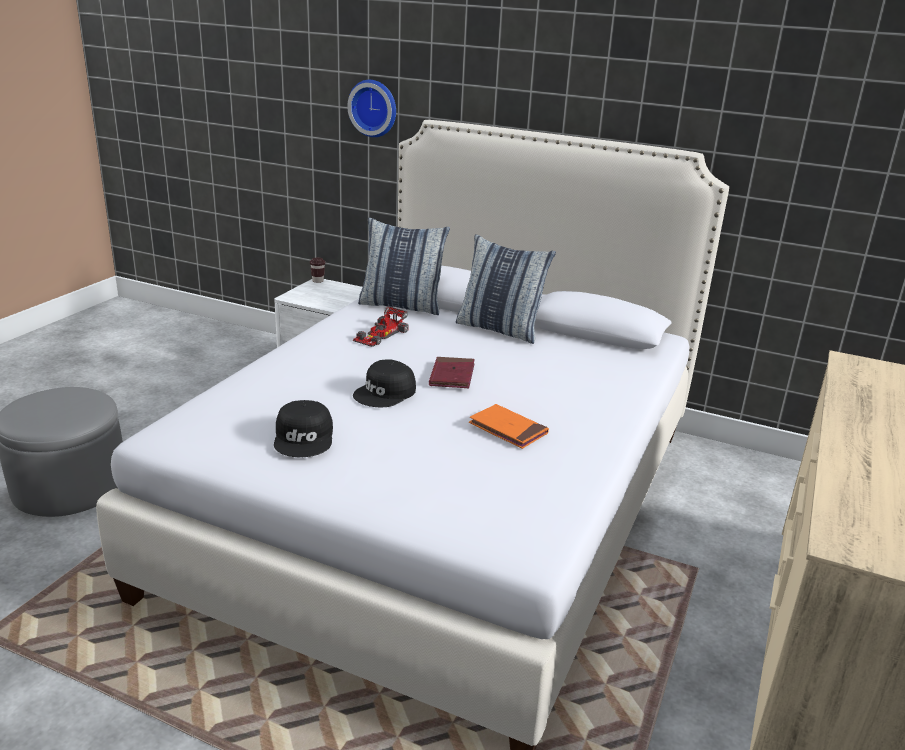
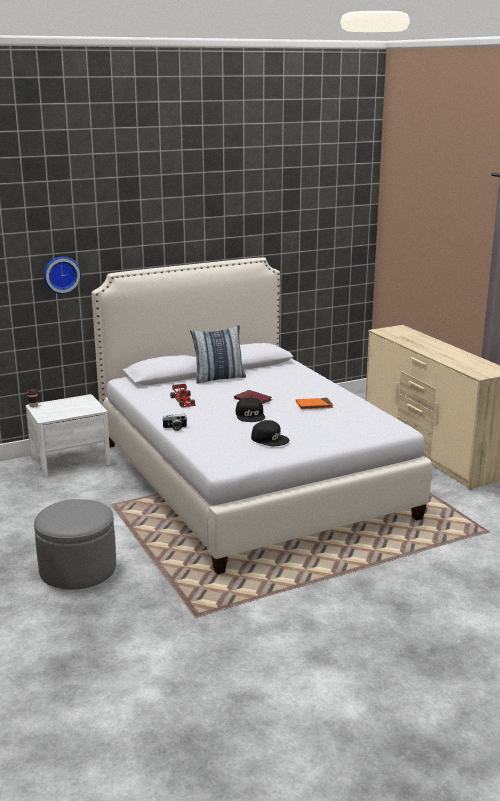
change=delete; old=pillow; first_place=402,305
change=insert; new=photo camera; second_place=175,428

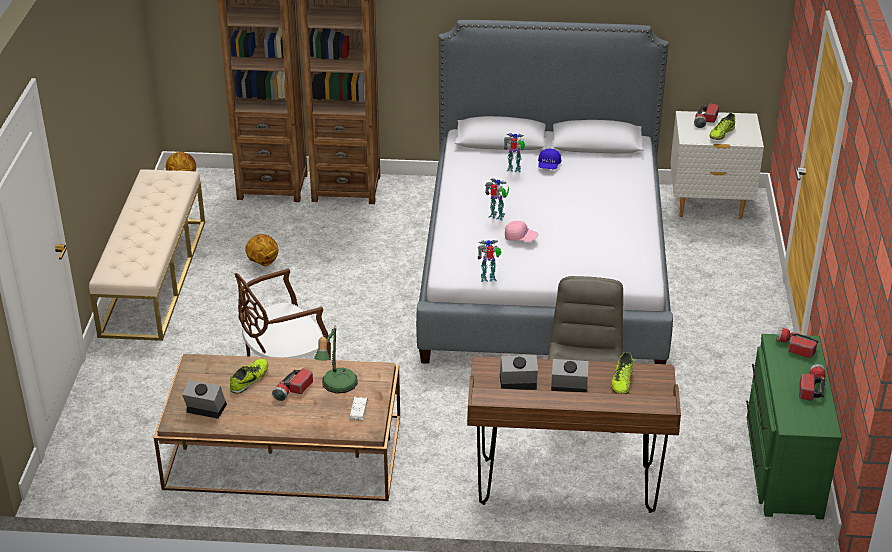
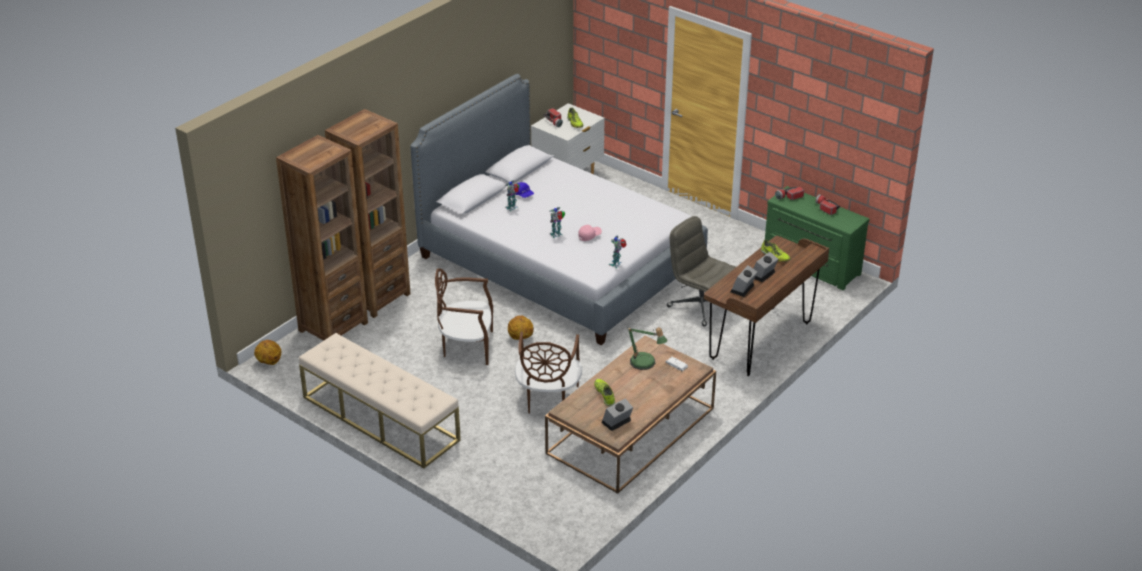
change=delete; old=flashlight; first_place=293,390
change=insert; new=brown chair; second_place=467,347
change=move; old=basketball; first_place=262,262; second_place=520,337

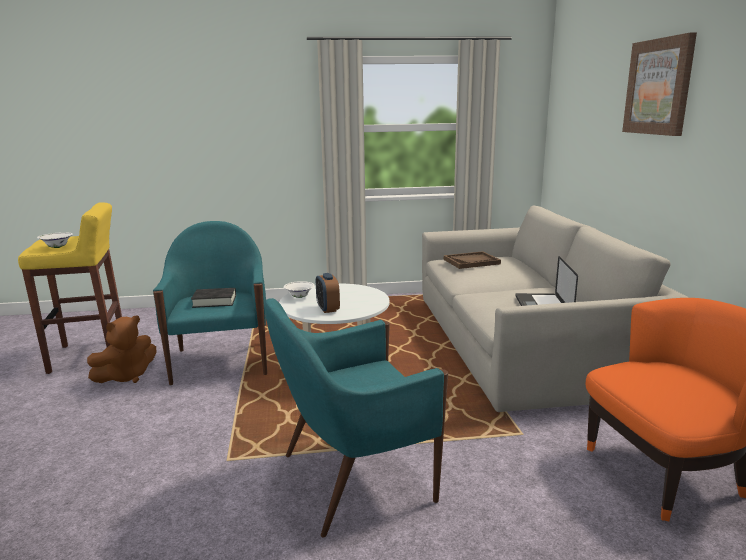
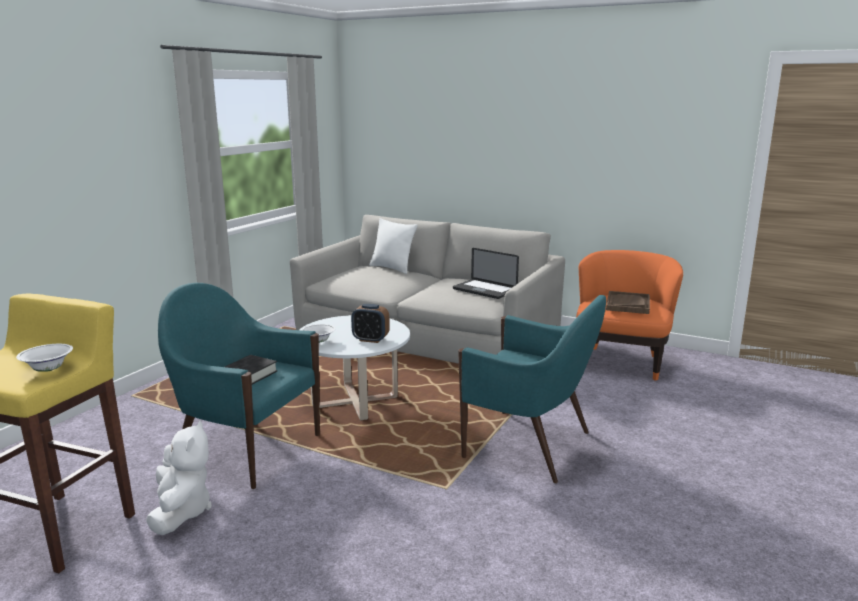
change=delete; old=picture; first_place=659,87
change=insert; new=white pillow; second_place=392,268
change=move; old=brown tray; first_place=471,261; second_place=627,304
change=recolor; old=brown plush toy; new=white plush toy; first_place=127,376; second_place=181,512
change=rotate; old=turquoise armchair; first_place=353,478; second_place=530,446; degrees=-75

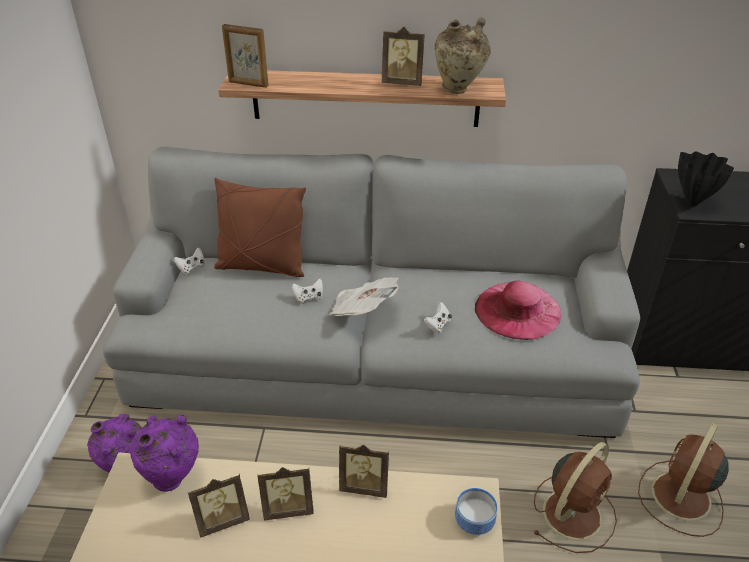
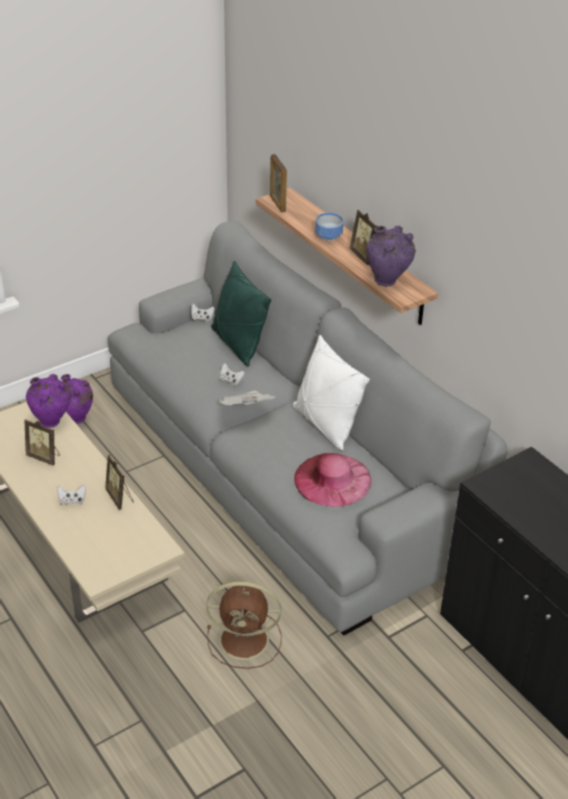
change=delete; old=picture frame; first_place=288,508
change=delete; old=brown fan; first_place=680,498
change=delete; old=black vase; first_place=692,204
change=insert; new=white pillow; second_place=325,424
change=move; old=white game controller; first_place=438,325; second_place=72,501
change=move; old=bowl; first_place=475,523; second_place=328,237
change=recolor; old=brown pillow; new=green pillow; first_place=262,266; second_place=238,344
change=recolor; old=beige vase; new=purple vase; first_place=458,90; second_place=387,282

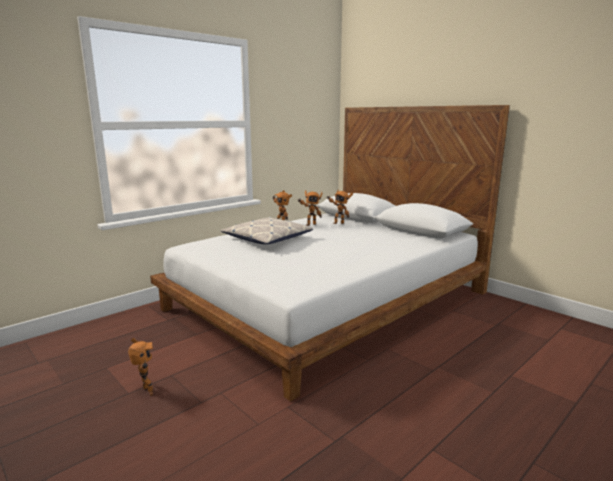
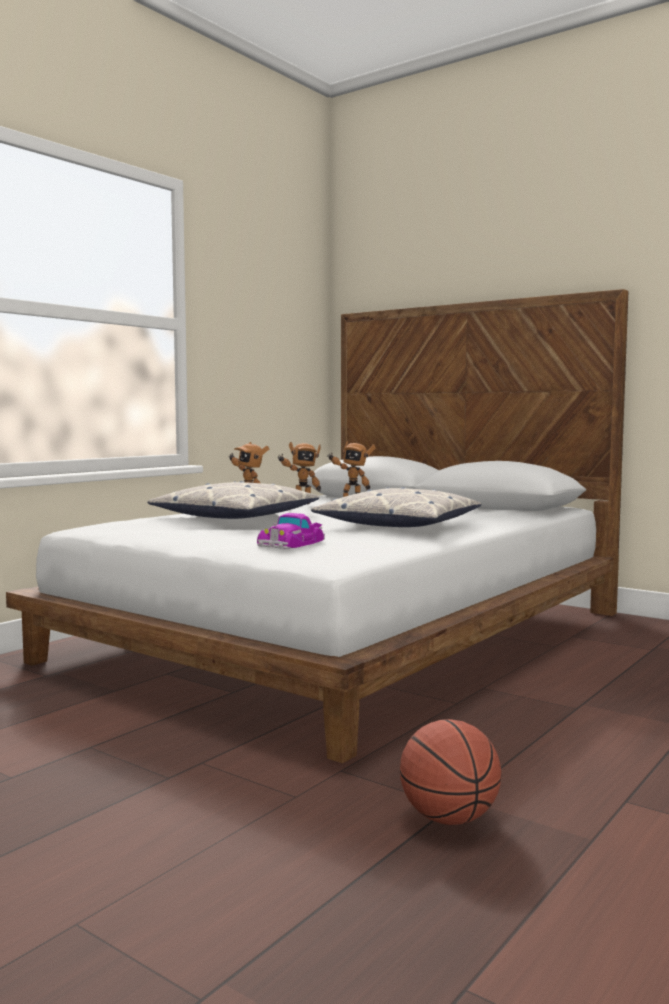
change=delete; old=toy robot; first_place=145,392
change=insert; new=toy car; second_place=292,543
change=insert; new=pillow; second_place=399,524
change=insert; new=basketball; second_place=449,819

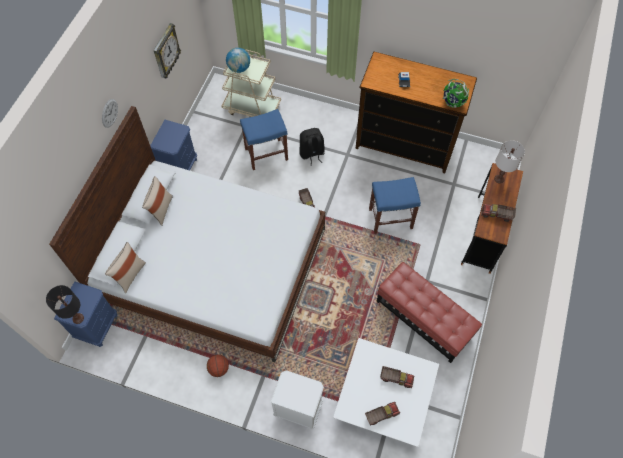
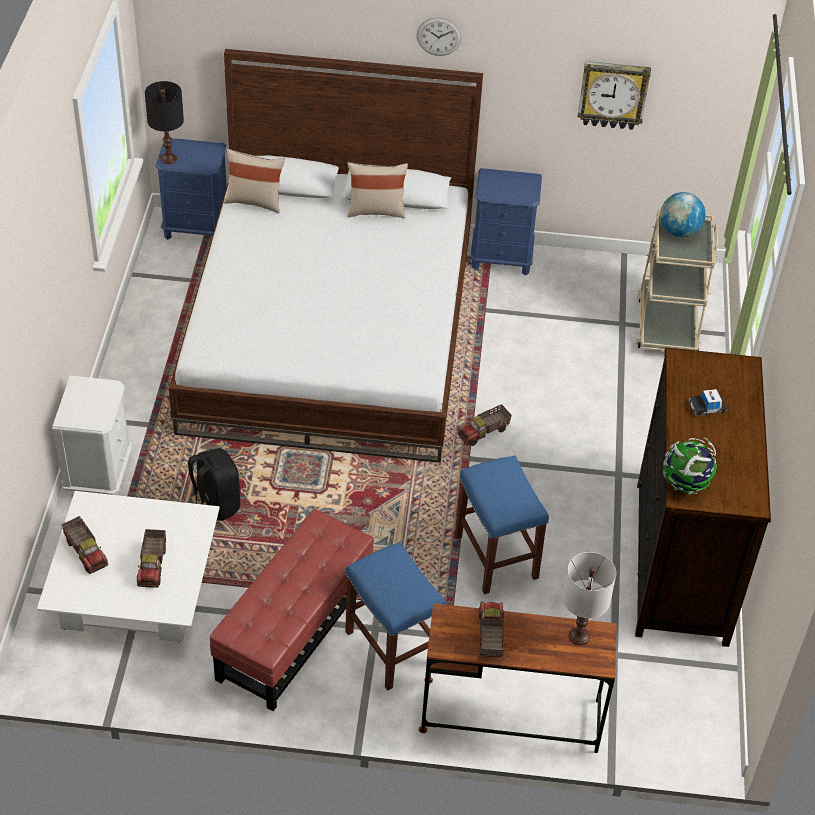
change=delete; old=basketball; first_place=219,368
change=move; old=blue stool; first_place=266,154; second_place=393,648
change=move; old=black backpack; first_place=311,154; second_place=215,504

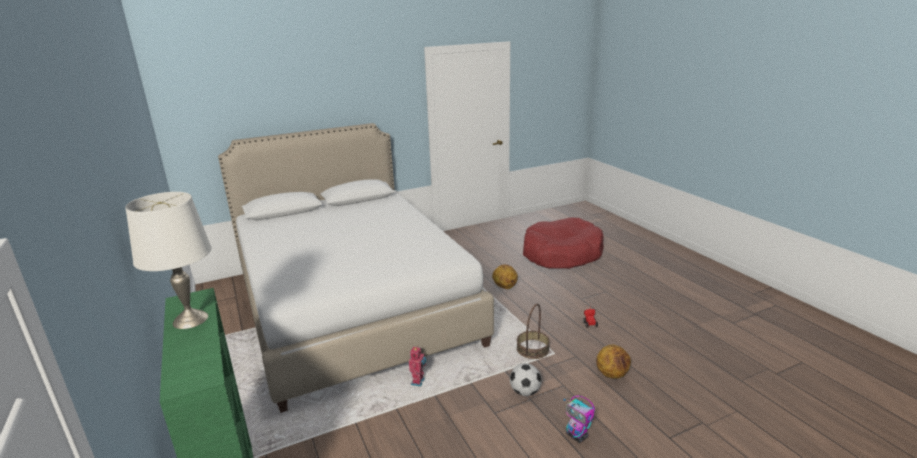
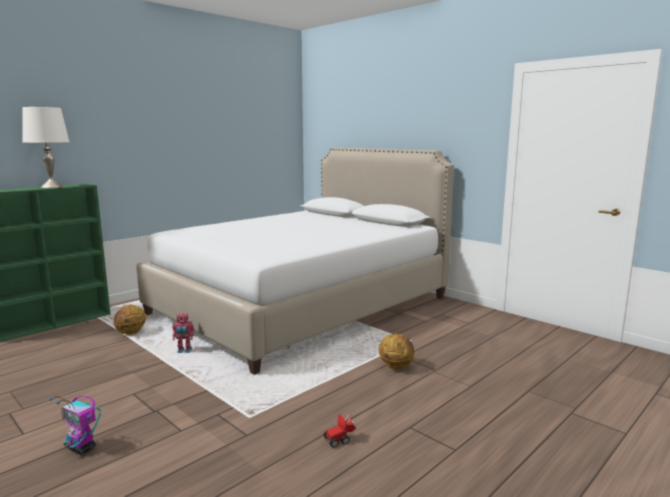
change=delete; old=football; first_place=525,392
change=delete; old=basket; first_place=533,349
change=delete; old=red dog bed; first_place=561,254
change=move; old=basketball; first_place=612,374; second_place=131,333
change=rotate; old=toy robot; first_place=577,436; second_place=82,448; degrees=-90

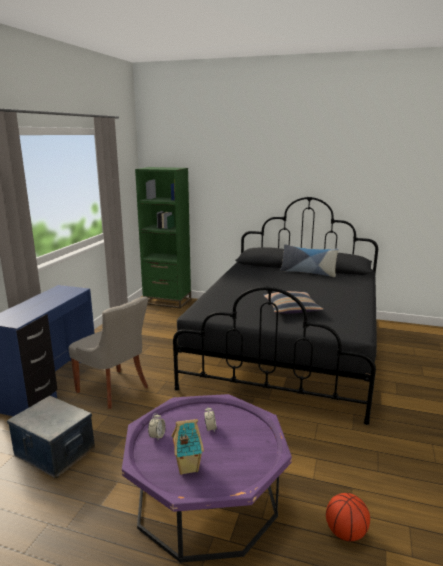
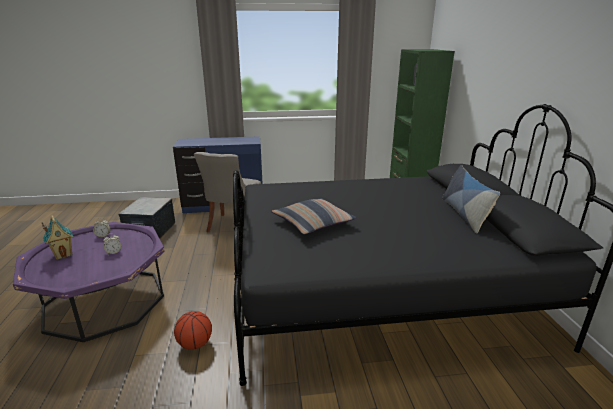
change=move; old=basketball; first_place=345,533; second_place=195,344

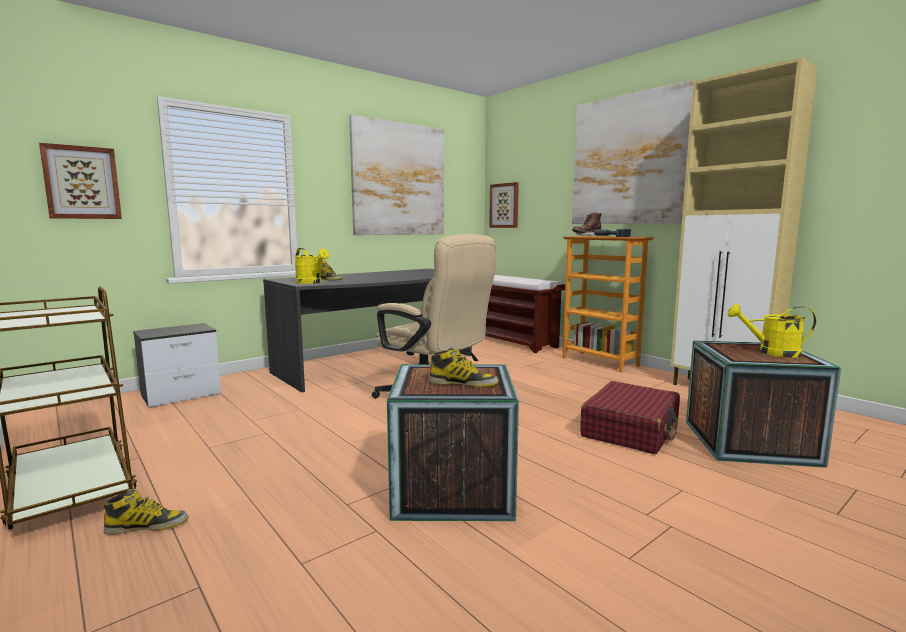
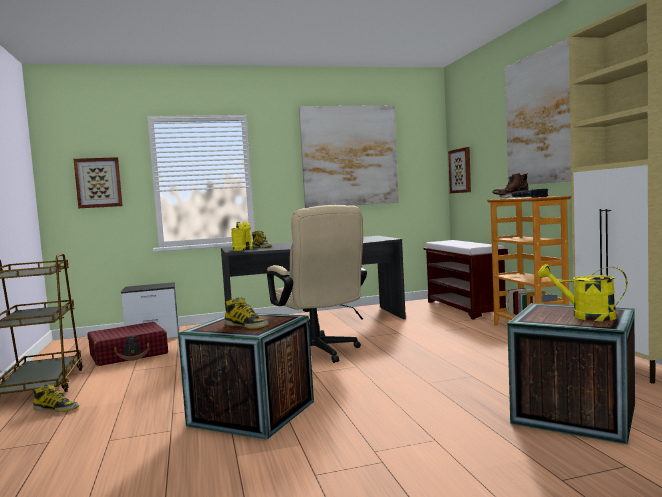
change=move; old=red suitcase; first_place=631,430; second_place=129,354

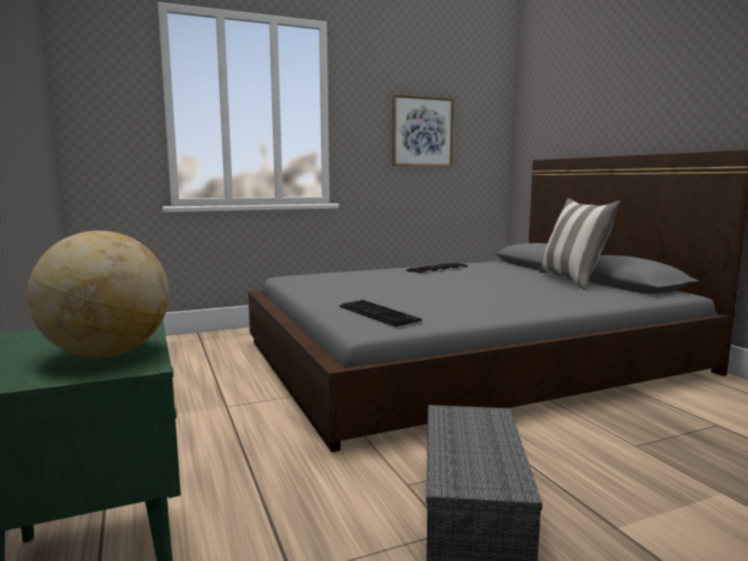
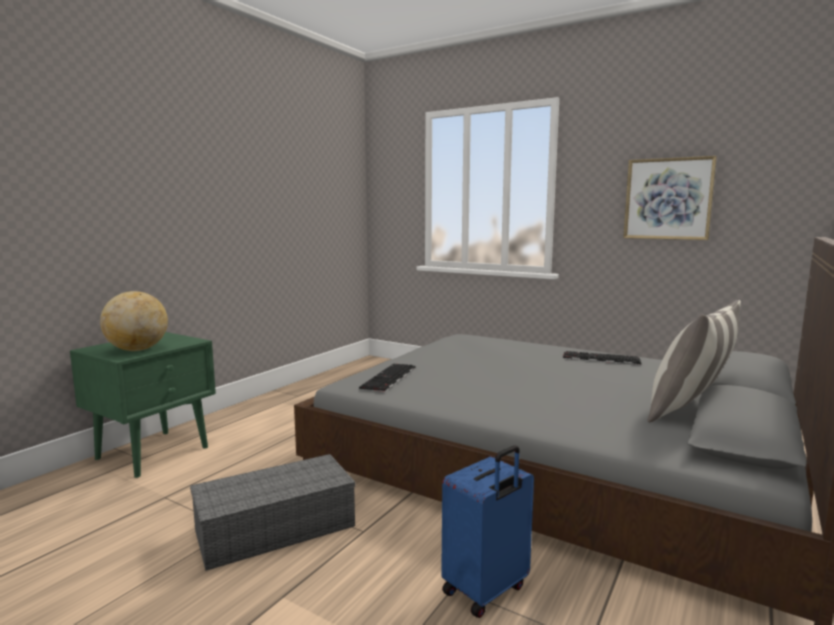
change=insert; new=blue suitcase; second_place=486,590

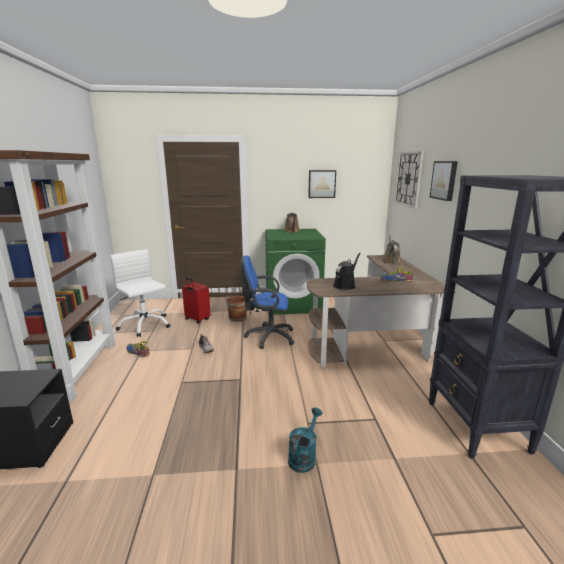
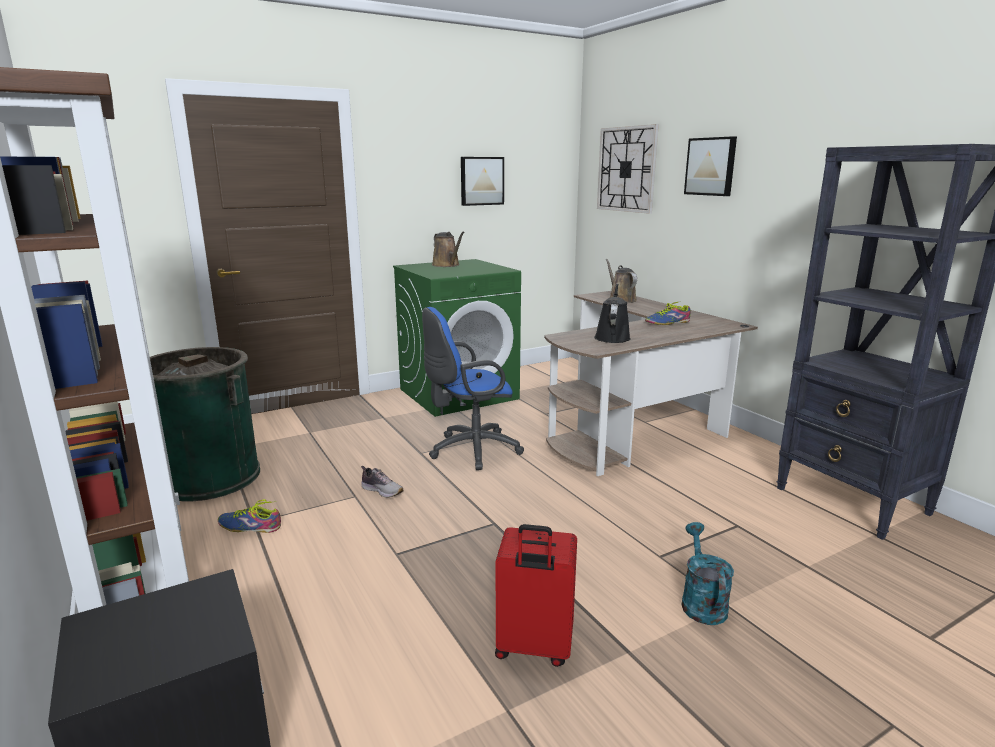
change=delete; old=brown bucket; first_place=238,318
change=move; old=red suitcase; first_place=197,320; second_place=533,648
change=replace; old=white office chair; new=green trash can; first_place=144,325; second_place=210,477

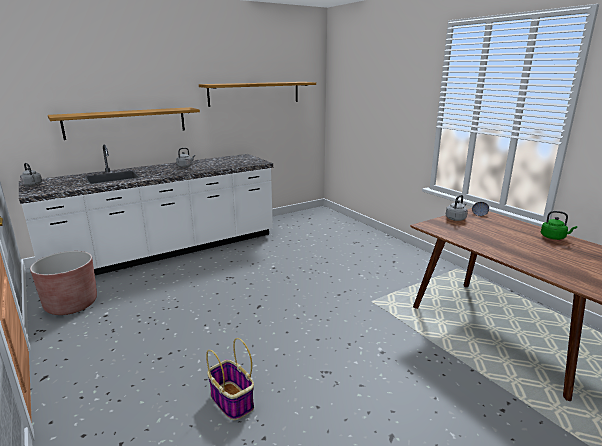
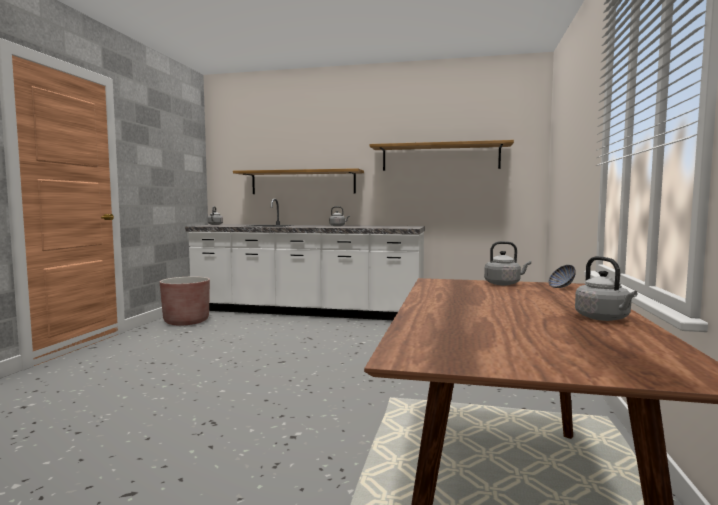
change=delete; old=basket; first_place=231,400
change=recolor; old=green kettle; new=grey kettle; first_place=554,237; second_place=604,318

